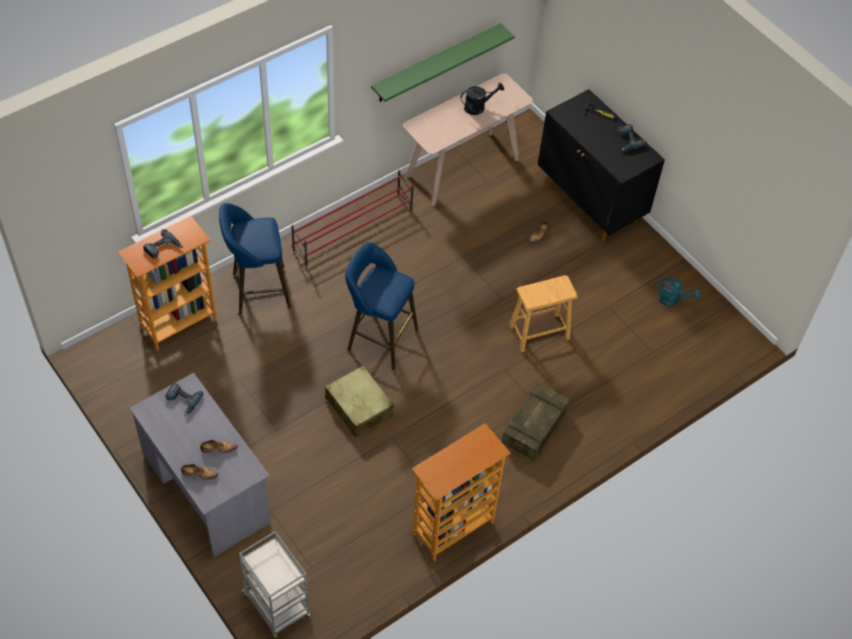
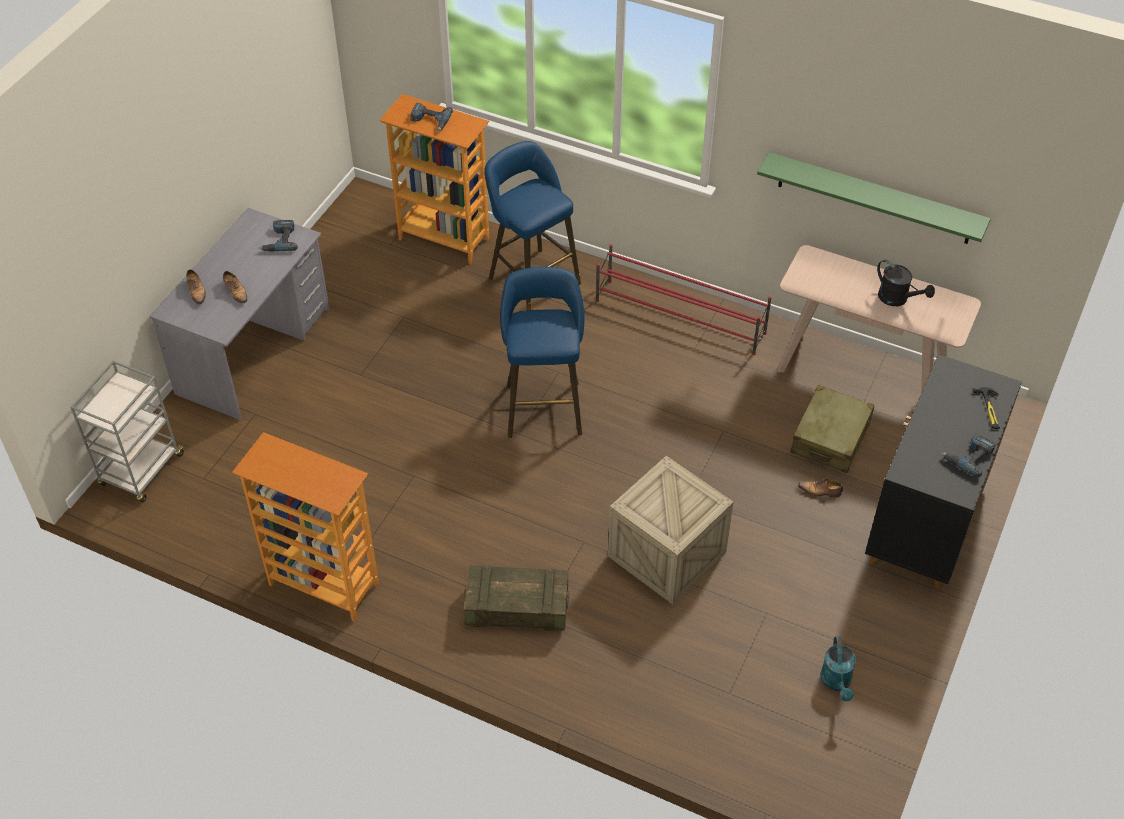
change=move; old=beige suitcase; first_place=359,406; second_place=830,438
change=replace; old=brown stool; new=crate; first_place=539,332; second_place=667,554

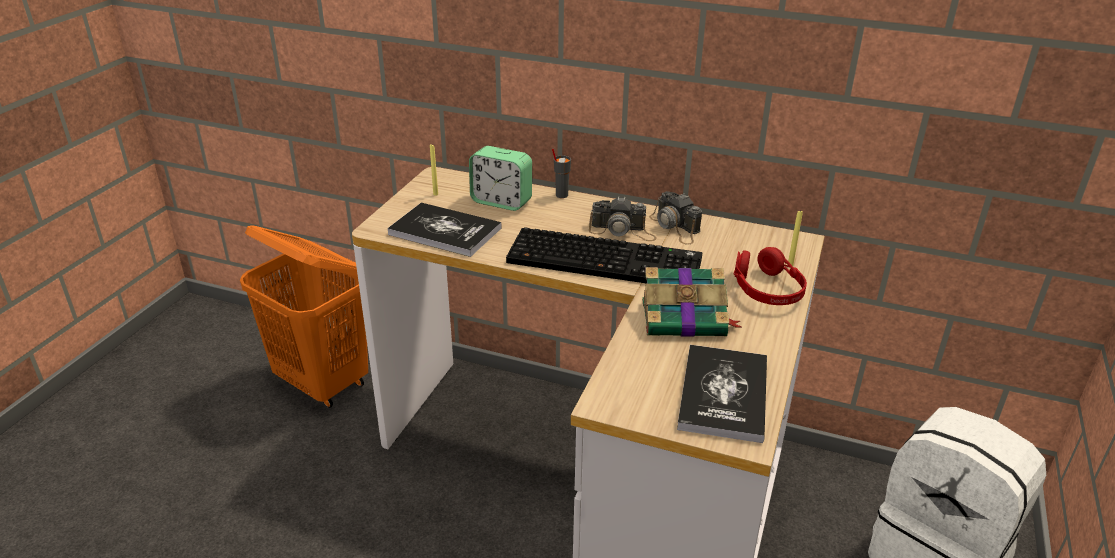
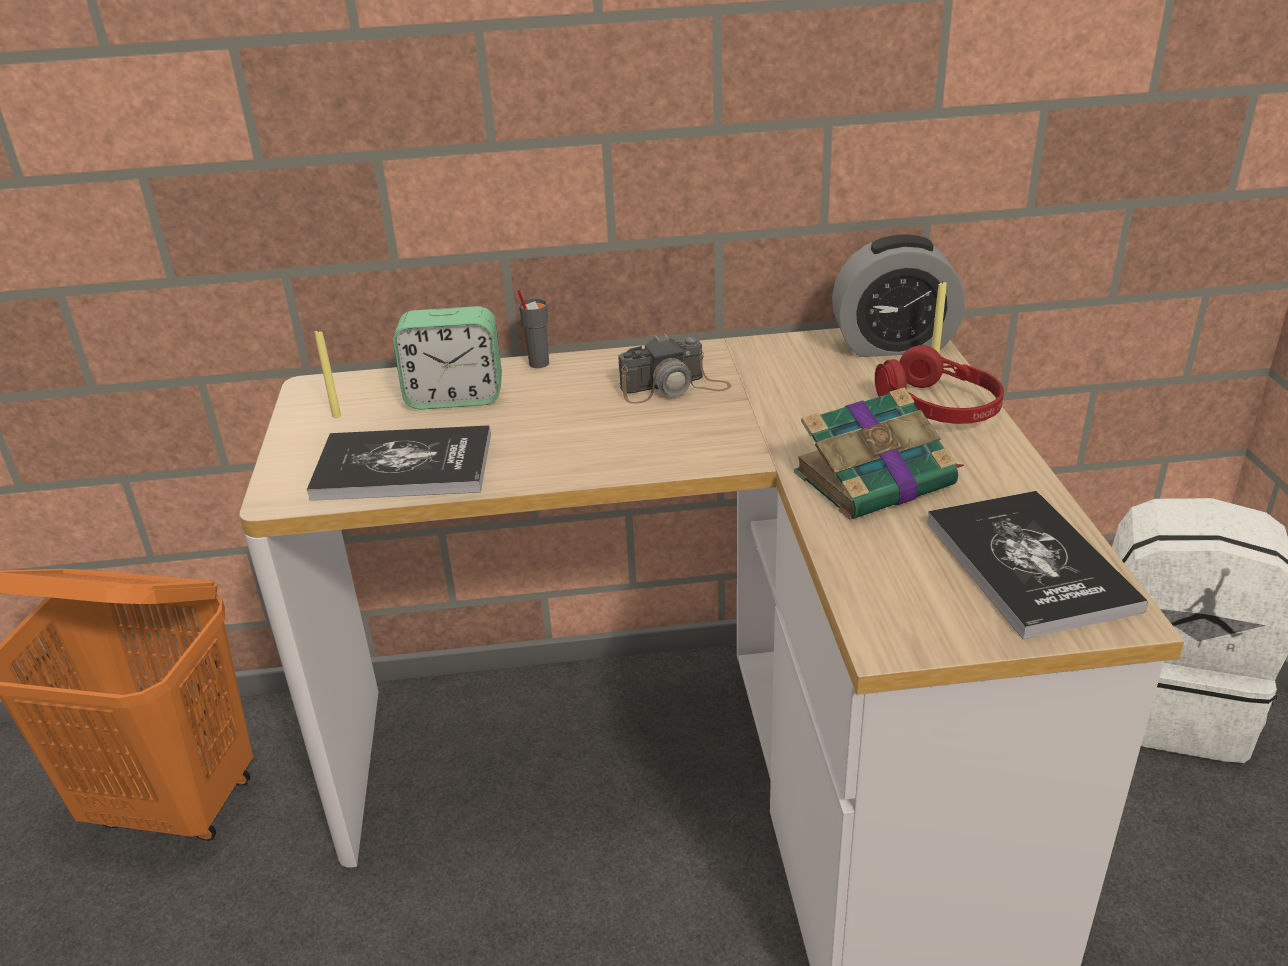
change=delete; old=keyboard; first_place=606,260
change=delete; old=photo camera; first_place=675,227
change=insert; new=alarm clock; second_place=893,345

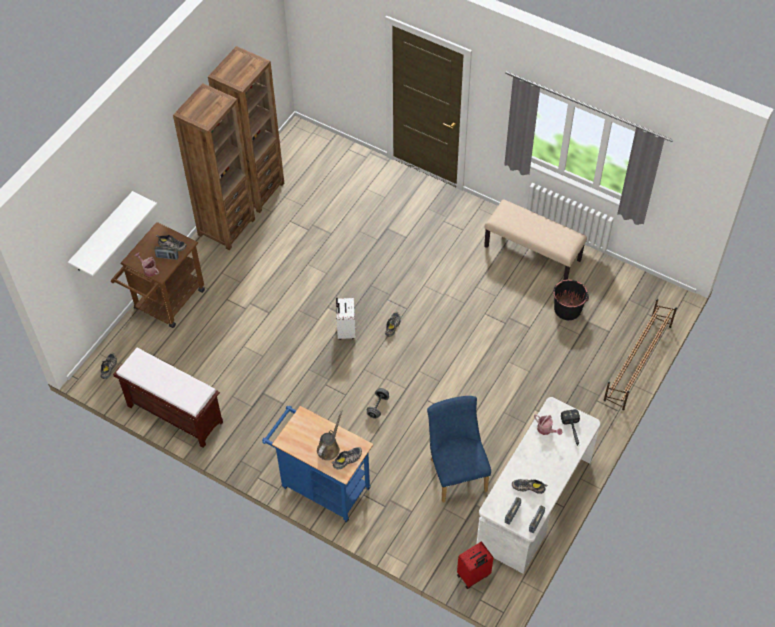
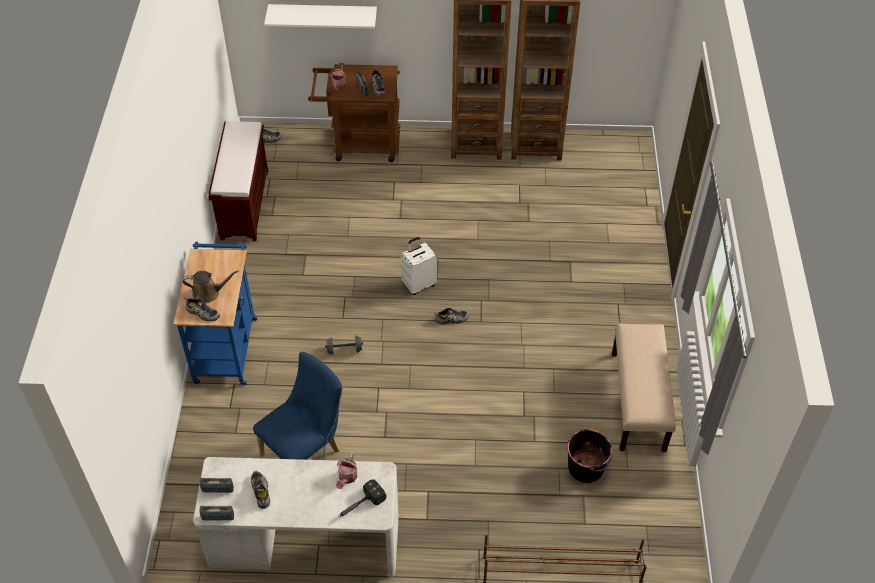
change=delete; old=red suitcase; first_place=473,576

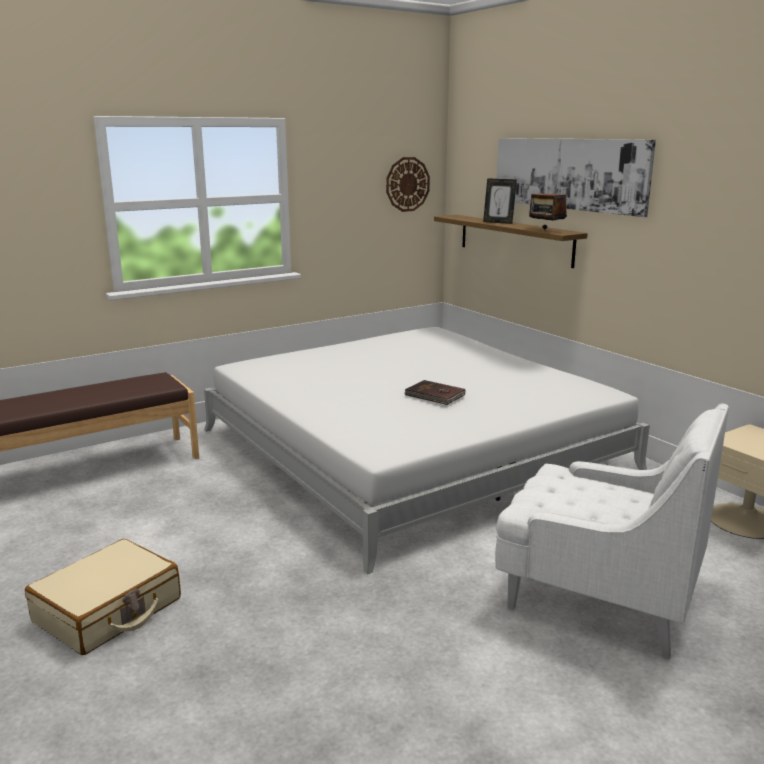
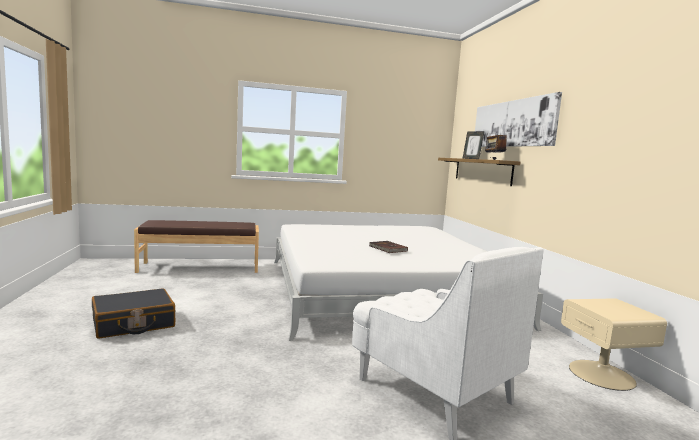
change=delete; old=wall clock; first_place=407,184
change=recolor; old=beige suitcase; new=black suitcase; first_place=108,611; second_place=133,324

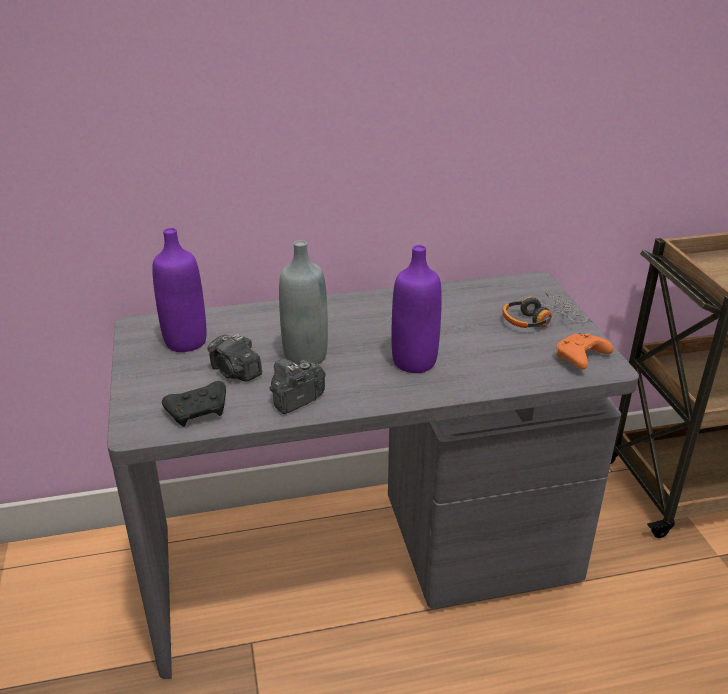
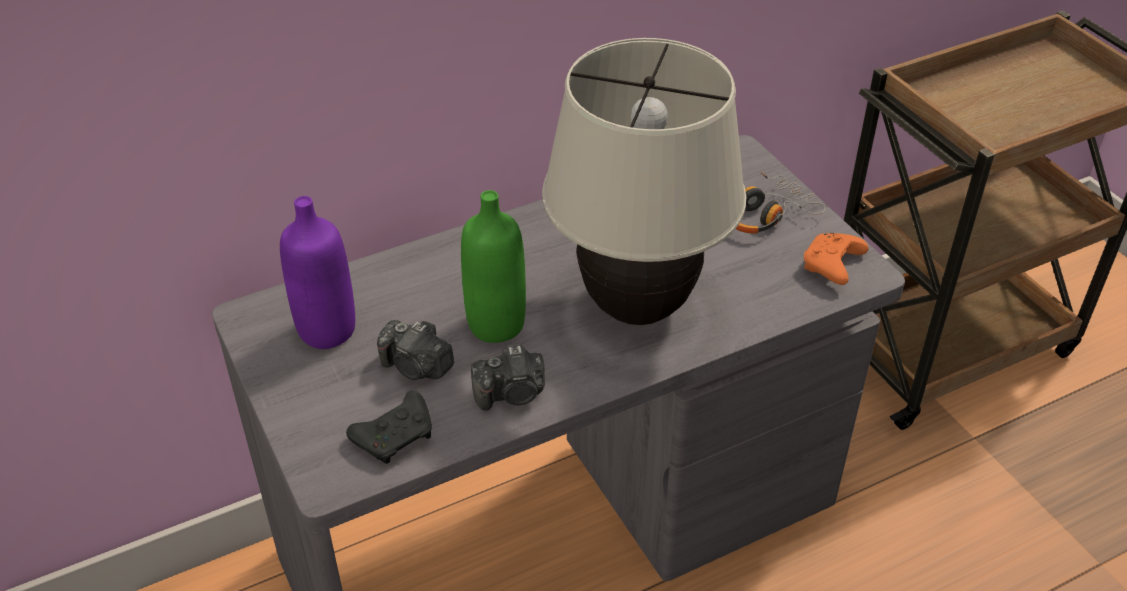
change=replace; old=purple bottle; new=beige table lamp; first_place=414,362; second_place=636,308
change=recolor; old=grey bottle; new=green bottle; first_place=305,356; second_place=496,324
change=rotate; old=photo camera; first_place=295,399; second_place=512,394; degrees=-135

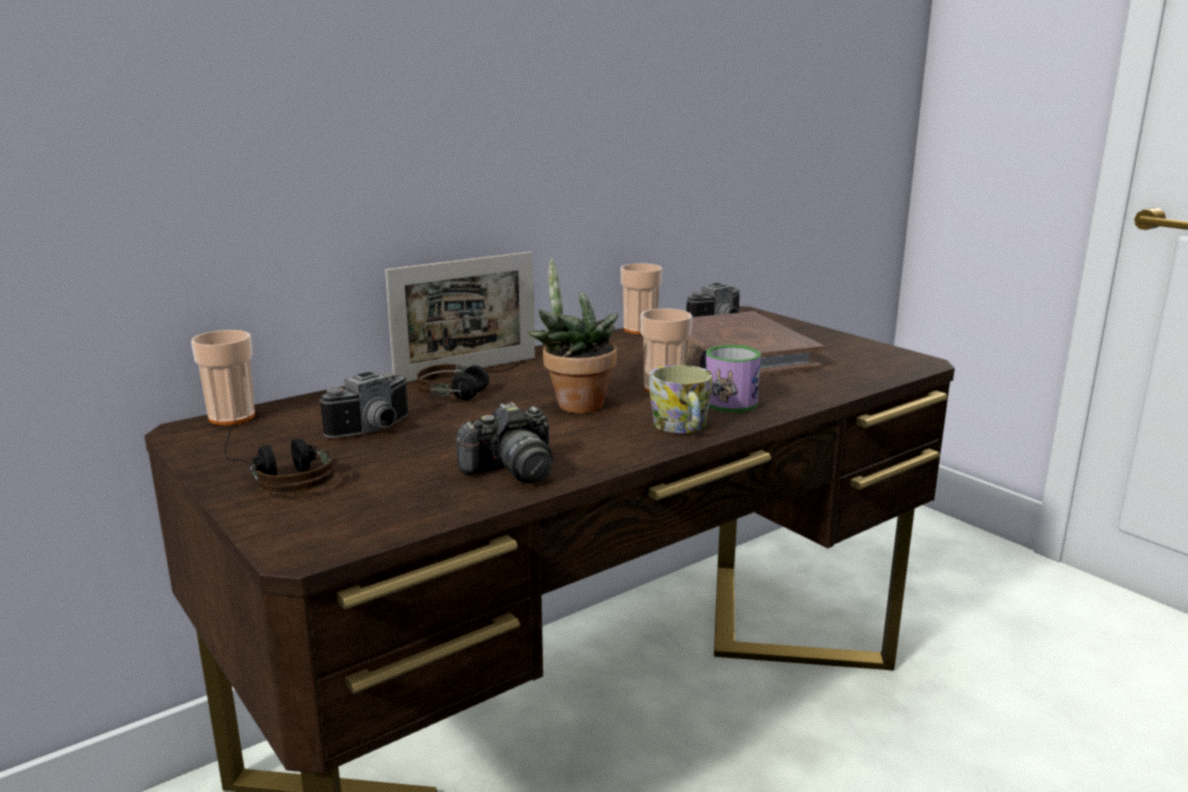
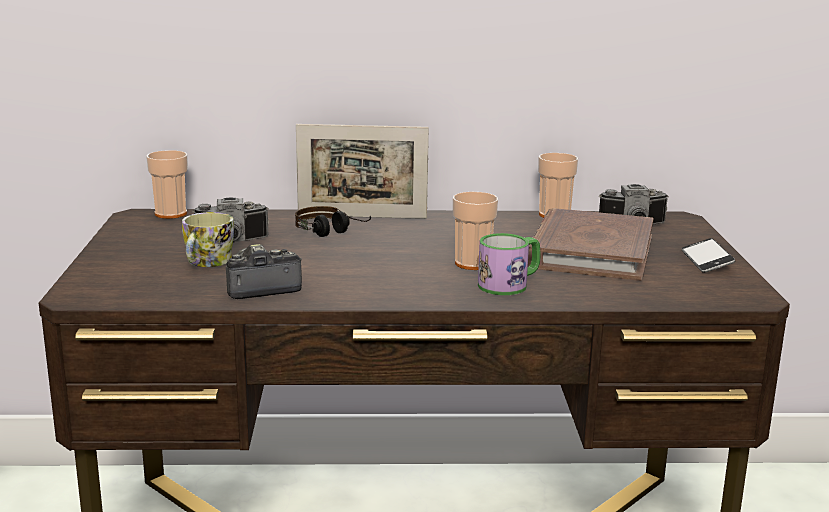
change=delete; old=headphones; first_place=280,475
change=delete; old=potted plant; first_place=574,404
change=insert; new=phone; second_place=706,261
change=move; old=mug; first_place=682,428; second_place=206,263
change=rotate; old=photo camera; first_place=512,470; second_place=260,288; degrees=150

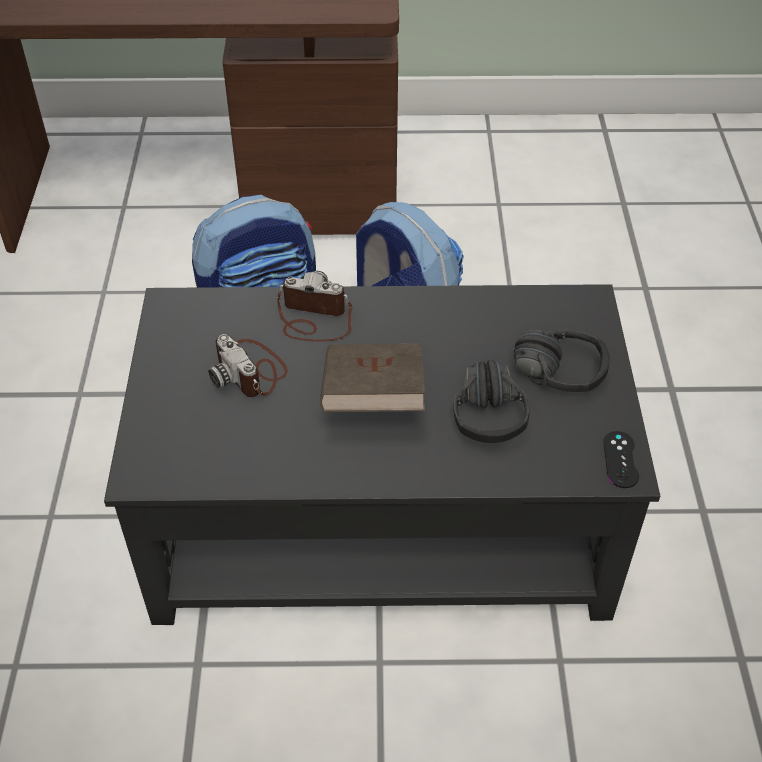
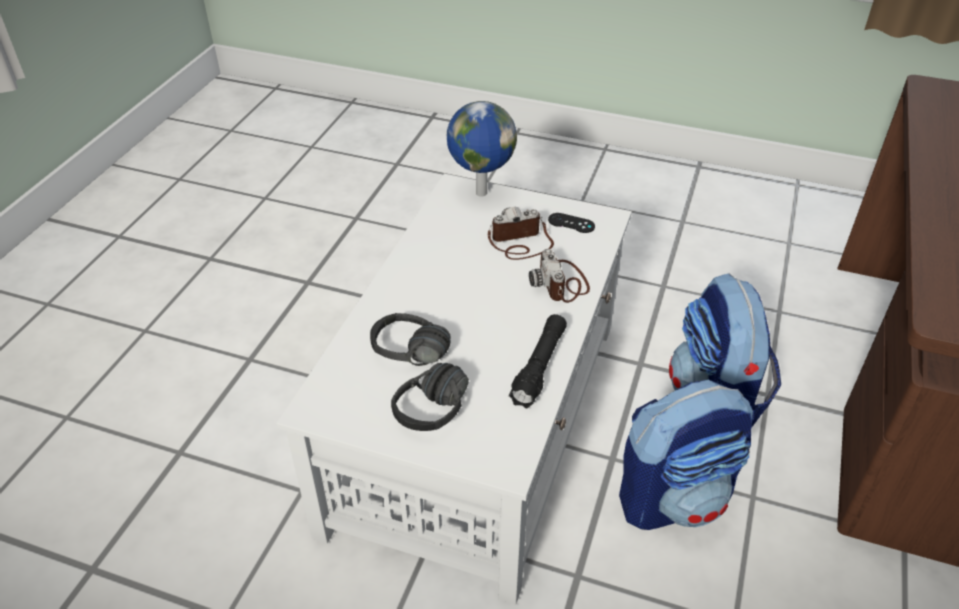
change=delete; old=brown book; first_place=373,399
change=insert; new=globe; second_place=480,192
change=insert; new=black flashlight; second_place=539,367
change=move; old=black game controller; first_place=620,459; second_place=571,223
change=recolor; old=black coffee table; new=white coffee table; first_place=378,517; second_place=478,422
change=rotate; old=photo camera; first_place=313,319; second_place=561,283; degrees=135

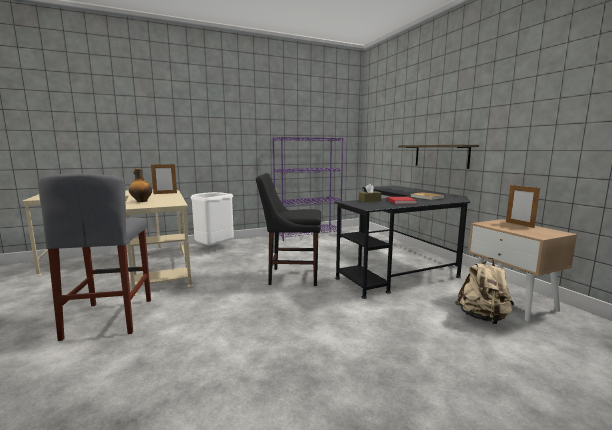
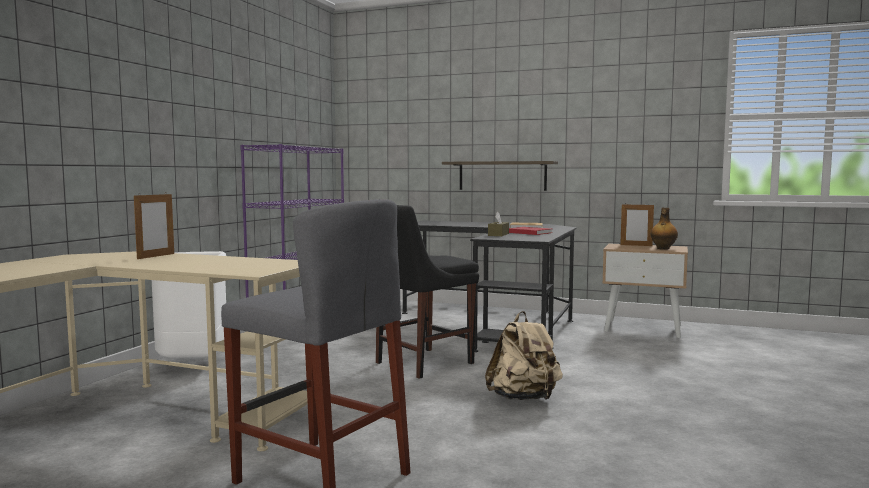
change=move; old=bottle; first_place=141,201; second_place=663,249
change=move; old=beige backpack; first_place=482,318; second_place=524,398

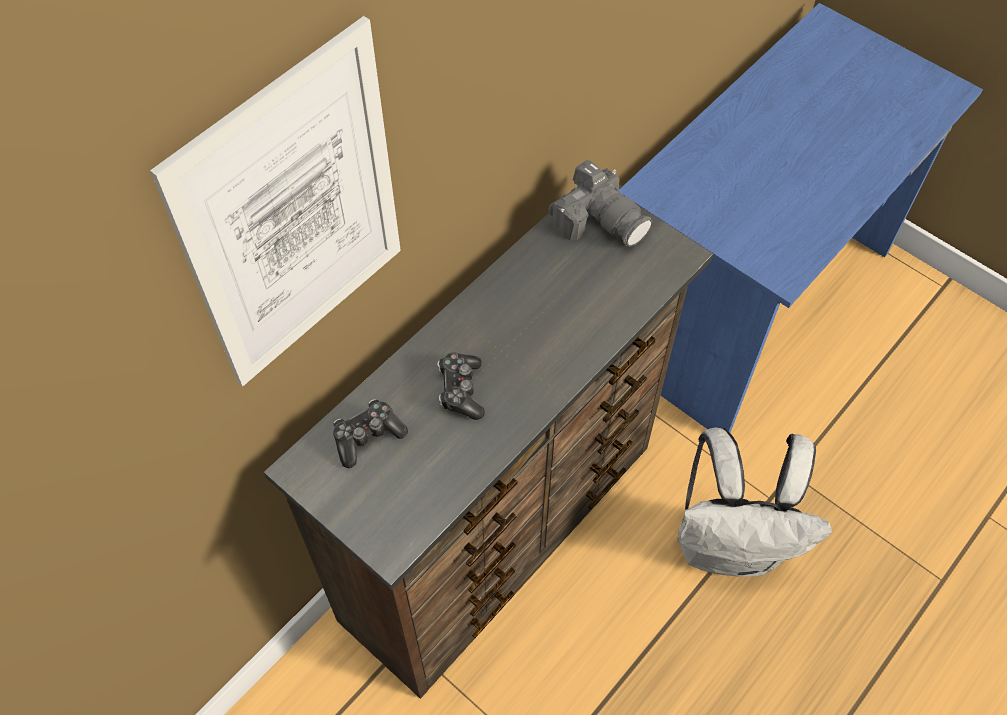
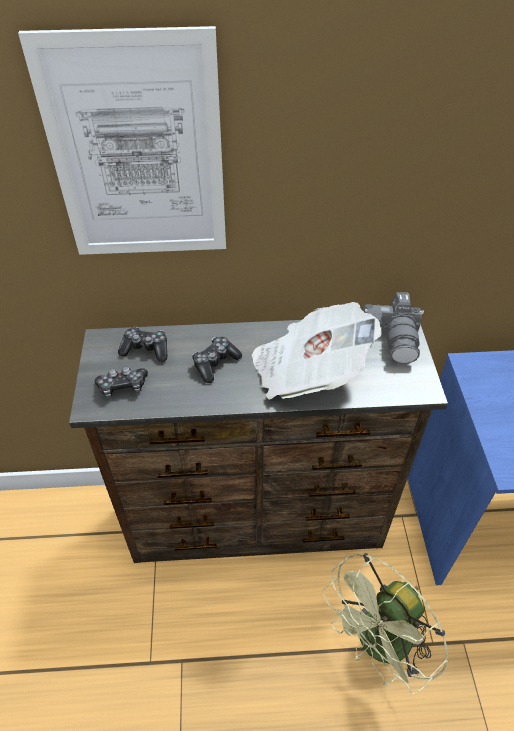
change=insert; new=game controller; second_place=122,387
change=insert; new=newspaper; second_place=308,371
change=replace; old=white backpack; new=green fan; first_place=730,545; second_place=378,646

